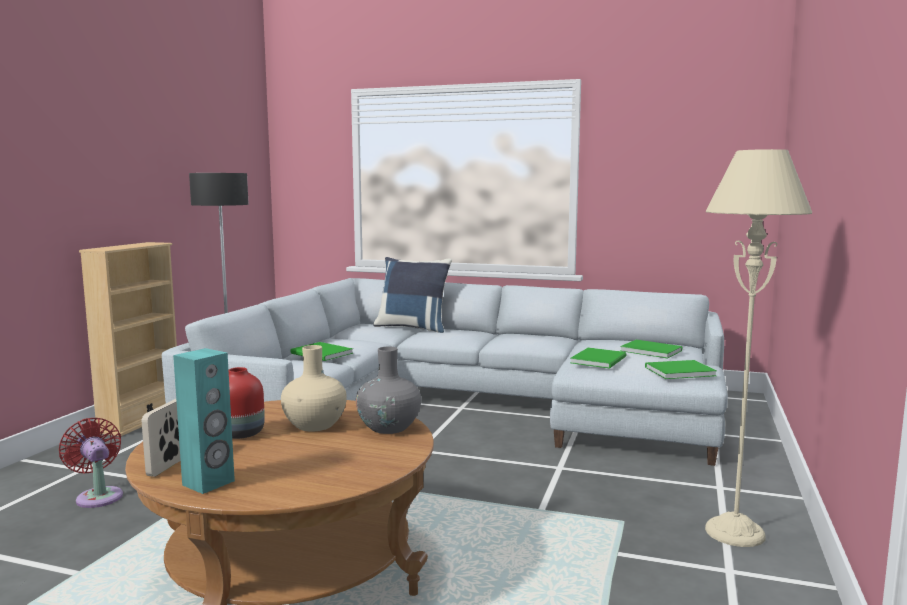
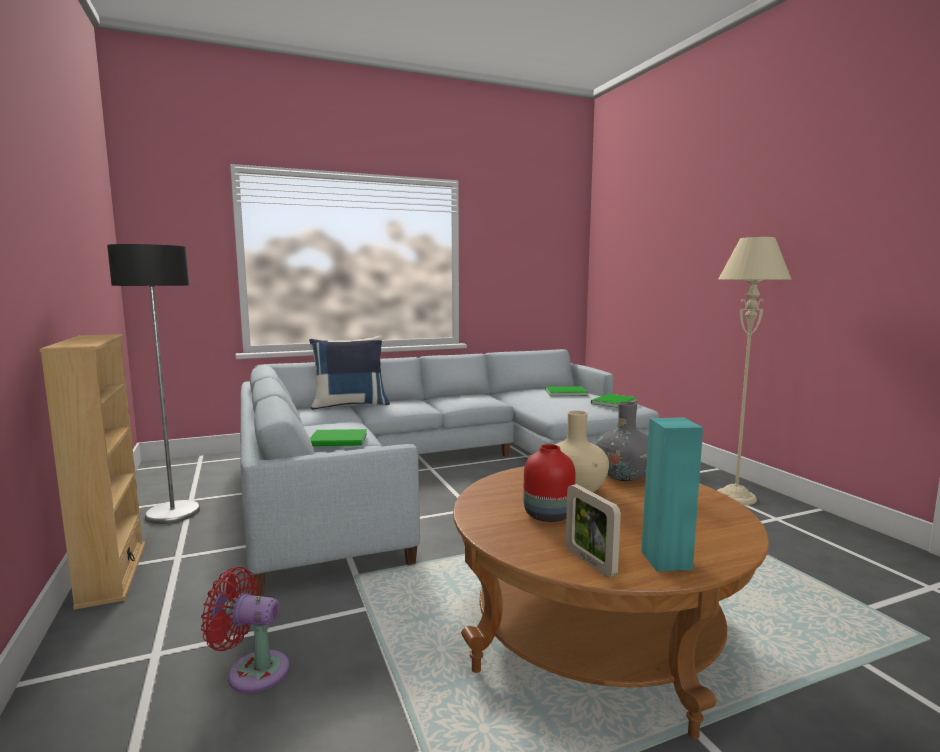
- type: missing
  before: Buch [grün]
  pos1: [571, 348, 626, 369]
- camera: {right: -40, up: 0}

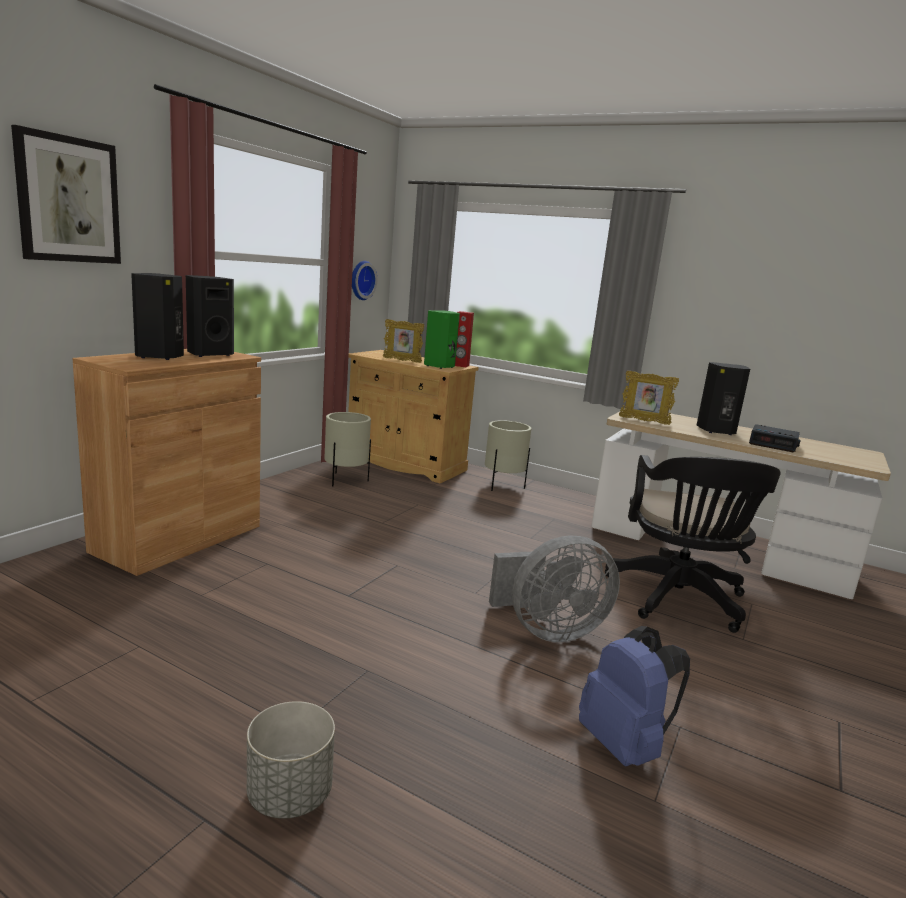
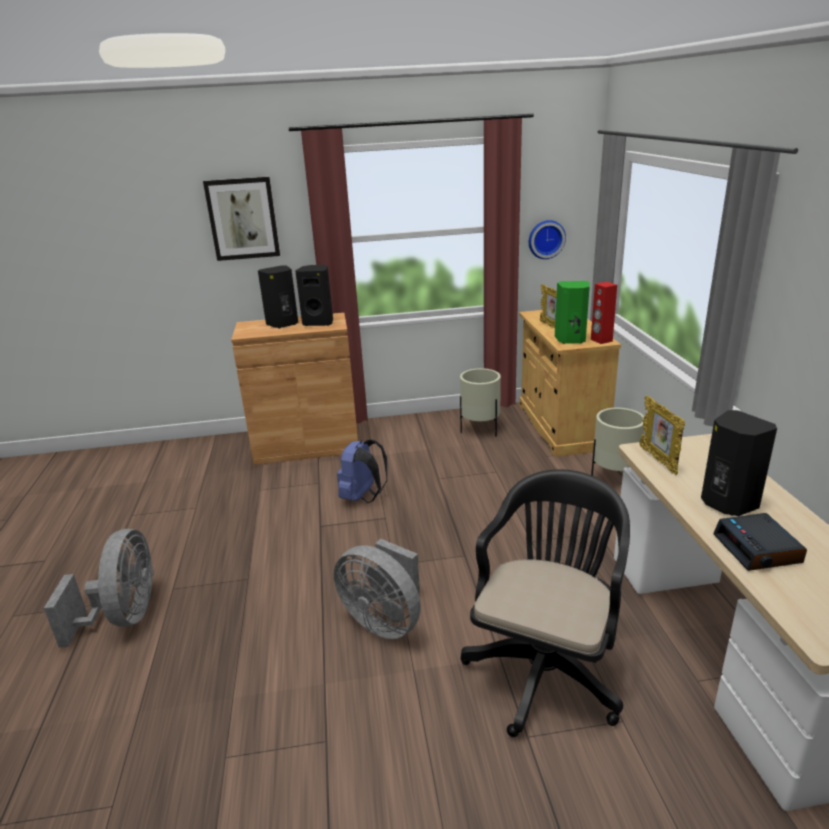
- type: relocated
  before: Rucksack [blau]
  pos1: [579, 626, 690, 766]
  pos2: [337, 440, 387, 503]
- type: exchanged
  before: Pflanzkübel [grau]
  after: Ventilator [grau]
  pos1: [247, 701, 335, 819]
  pos2: [44, 529, 154, 647]
- type: spun
  before: Bürostuhl [schwarz]
  pos1: [605, 455, 781, 633]
  pos2: [461, 469, 630, 737]
  turn: 150
- camera: {right: 55, up: 10}

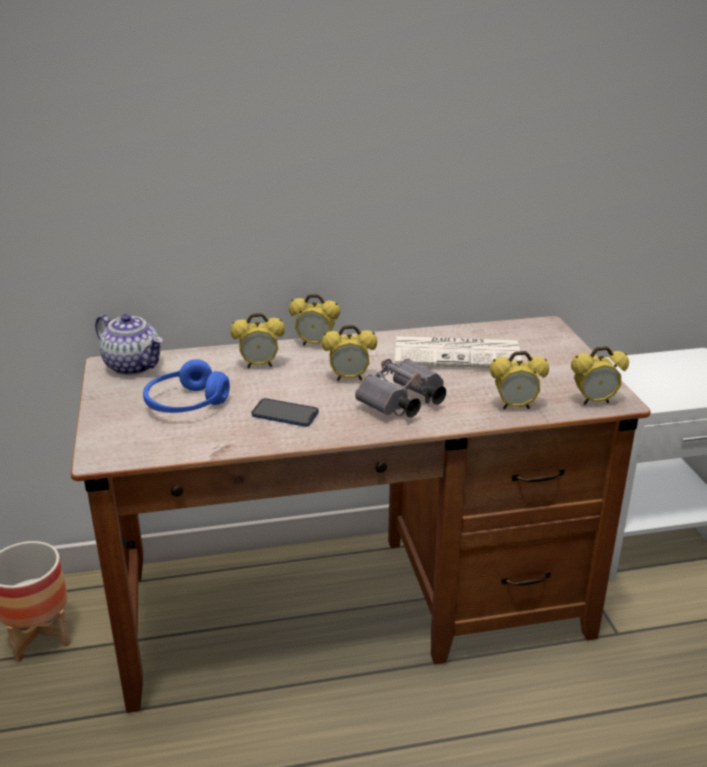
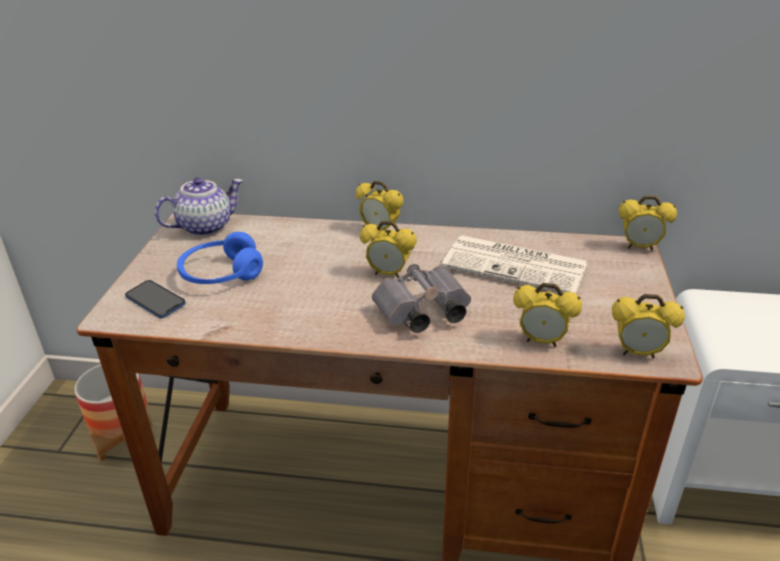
- type: relocated
  before: Wecker
  pos1: [230, 313, 285, 368]
  pos2: [619, 196, 677, 251]
- type: relocated
  before: Handy
  pos1: [251, 398, 319, 427]
  pos2: [125, 280, 186, 318]
- type: spun
  before: Teekanne
  pos1: [95, 314, 163, 375]
  pos2: [155, 177, 243, 236]
  turn: -90
- camera: {right: 20, up: 5}

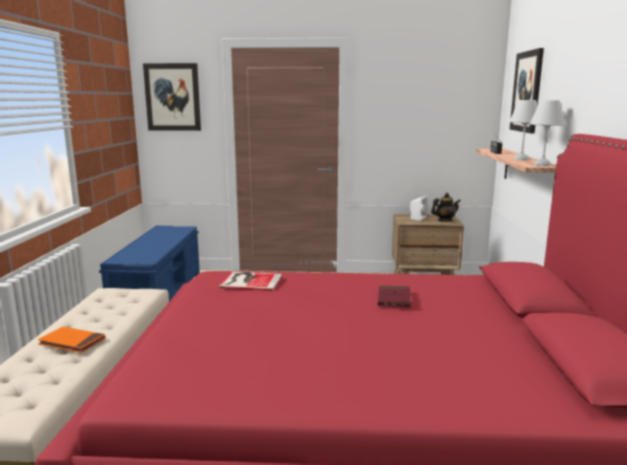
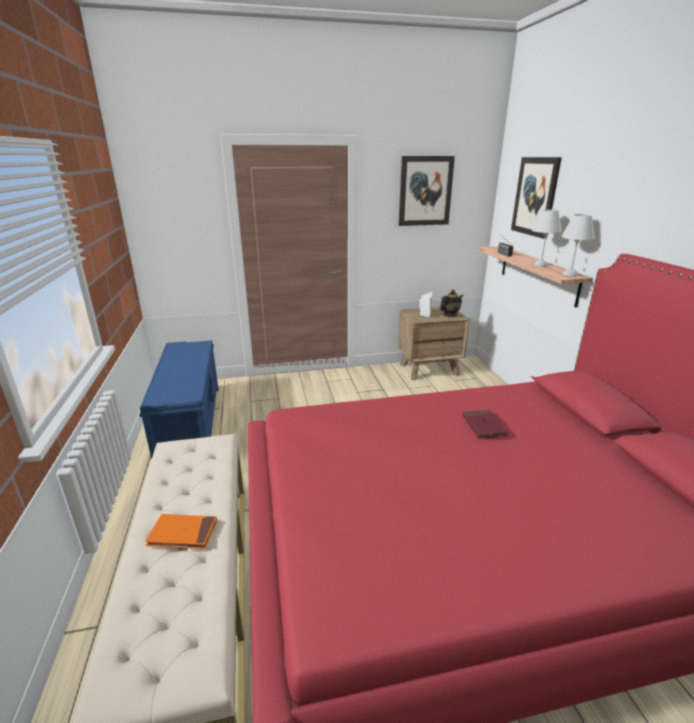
- type: missing
  before: Buch
  pos1: [219, 272, 282, 291]
- type: relocated
  before: Bild
  pos1: [143, 63, 201, 131]
  pos2: [399, 156, 455, 226]
- camera: {right: -15, up: 10}

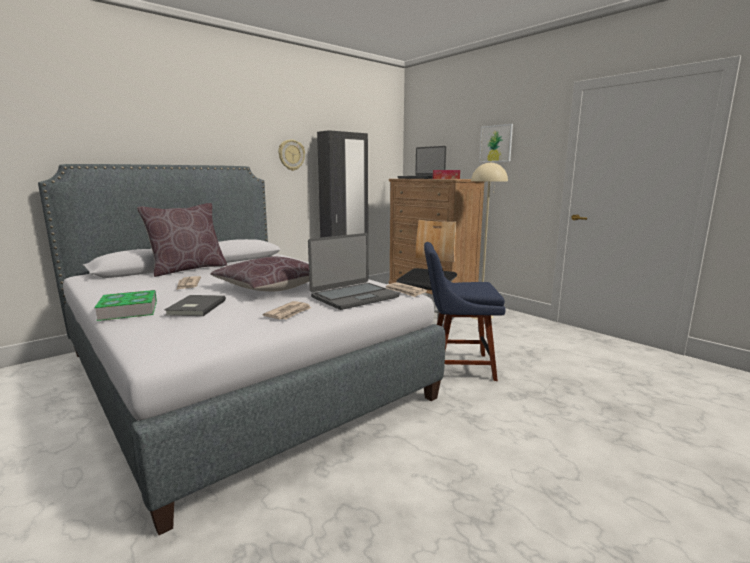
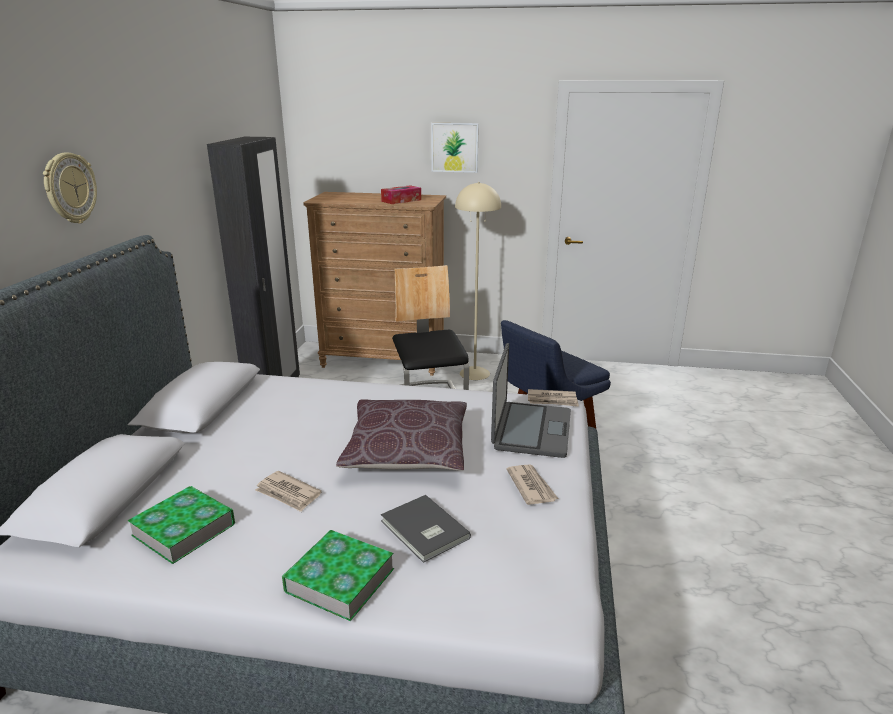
- type: missing
  before: Kissen [braun]
  pos1: [137, 203, 227, 277]
- type: missing
  before: Laptop
  pos1: [398, 146, 446, 179]
- type: appeared
  after: Buch
  pos2: [128, 486, 235, 564]
- type: relocated
  before: Wanduhr
  pos1: [278, 140, 305, 171]
  pos2: [43, 153, 97, 223]
- camera: {right: -40, up: 10}

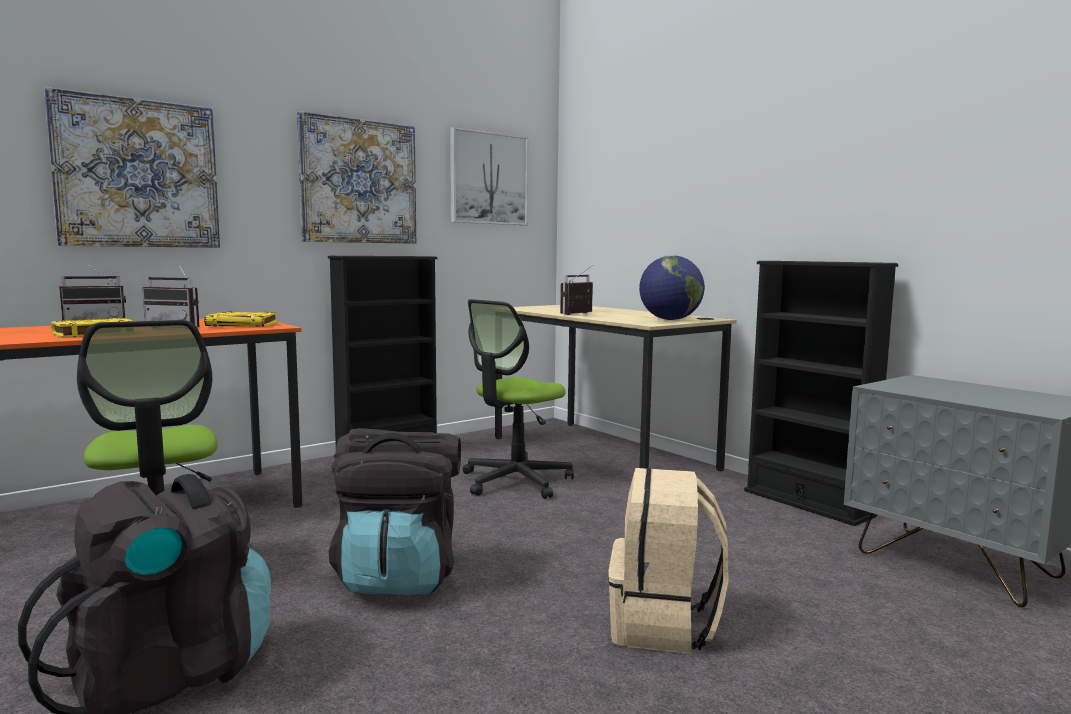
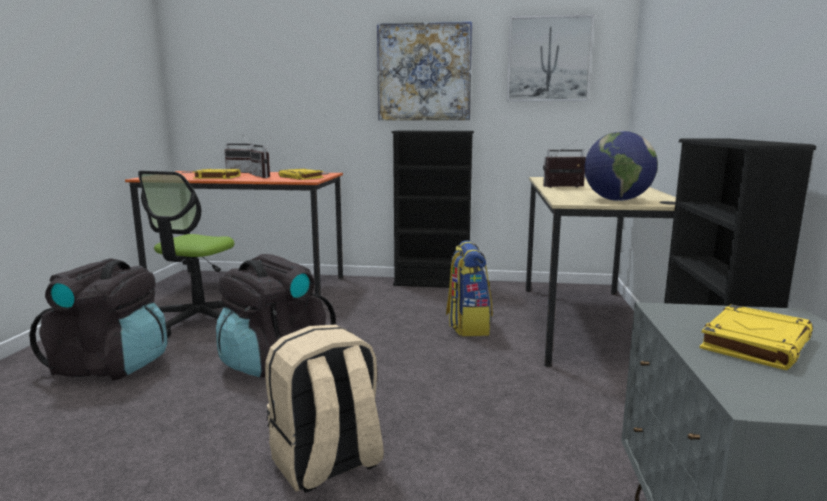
- type: missing
  before: Bild
  pos1: [44, 87, 220, 248]
- type: appeared
  after: Buch [gelb]
  pos2: [699, 304, 813, 370]
- type: exchanged
  before: Bürostuhl
  after: Rucksack
  pos1: [462, 299, 574, 499]
  pos2: [446, 240, 492, 336]
- camera: {right: 45, up: 5}

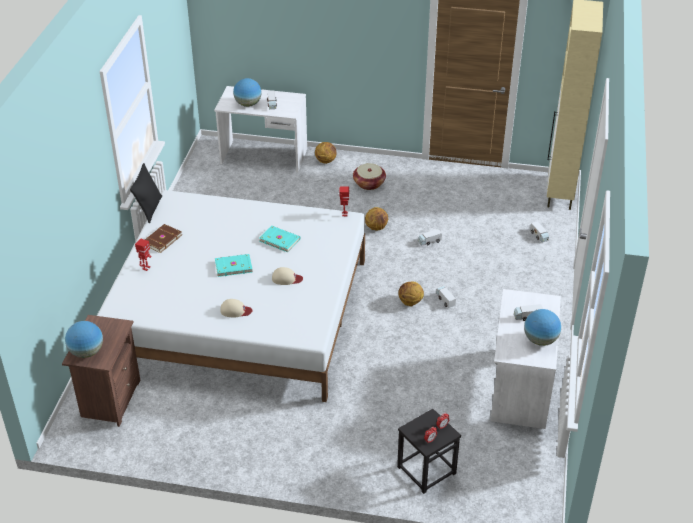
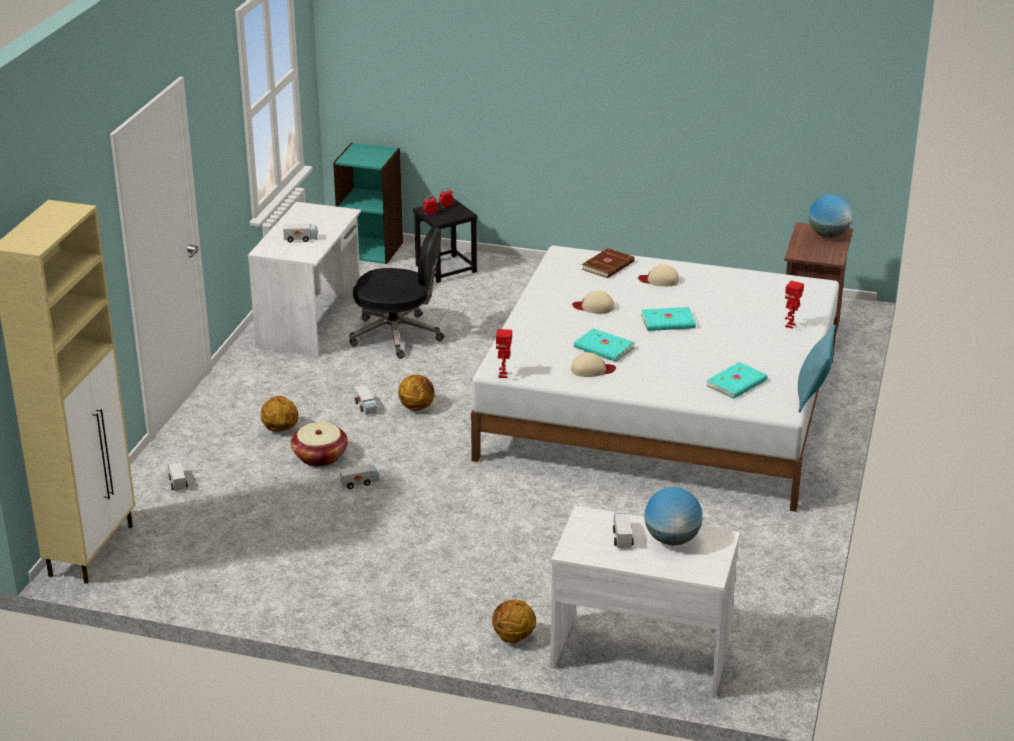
- type: missing
  before: Globus
  pos1: [524, 309, 561, 346]
- type: appeared
  after: Bücherregal [türkis]
  pos2: [333, 143, 403, 264]
- type: appeared
  after: Bürostuhl [schwarz]
  pos2: [349, 226, 444, 359]
- type: appeared
  after: Kappe [beige]
  pos2: [571, 353, 616, 377]
- type: appeared
  after: Buch [türkis]
  pos2: [706, 362, 768, 399]
- type: relocated
  before: Buch [braun]
  pos1: [145, 224, 182, 253]
  pos2: [582, 248, 635, 278]
- type: relocated
  before: Korb
  pos1: [353, 163, 386, 190]
  pos2: [291, 422, 348, 467]
- type: relocated
  before: Basketball
  pos1: [365, 207, 388, 230]
  pos2: [261, 396, 298, 431]
- type: colour
  before: Kissen [schwarz]
  after: Kissen [türkis]
  pos1: [130, 163, 162, 223]
  pos2: [798, 324, 835, 412]
- camera: {right: -175, up: -10}

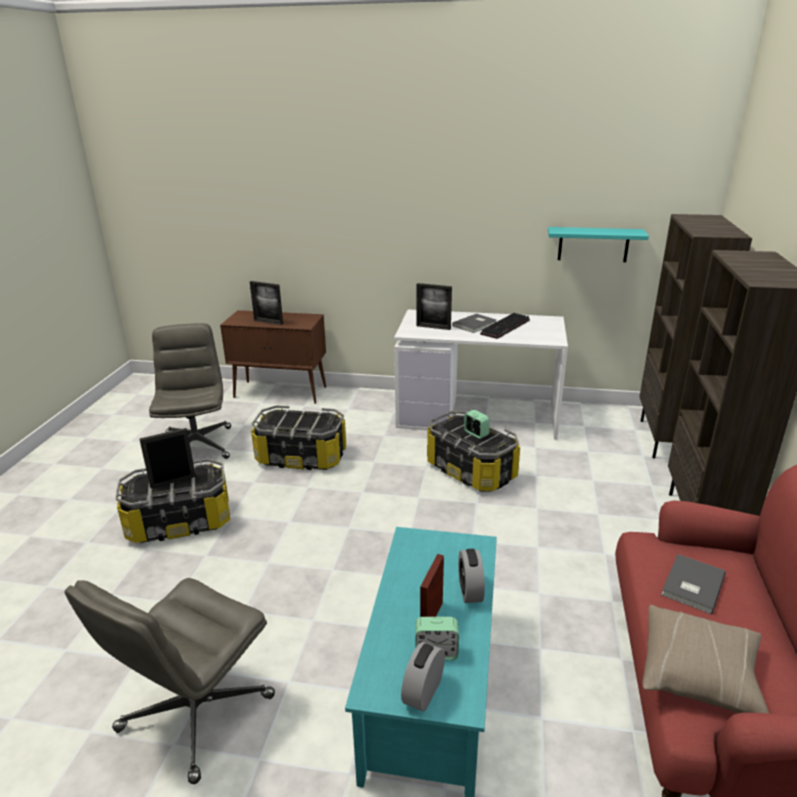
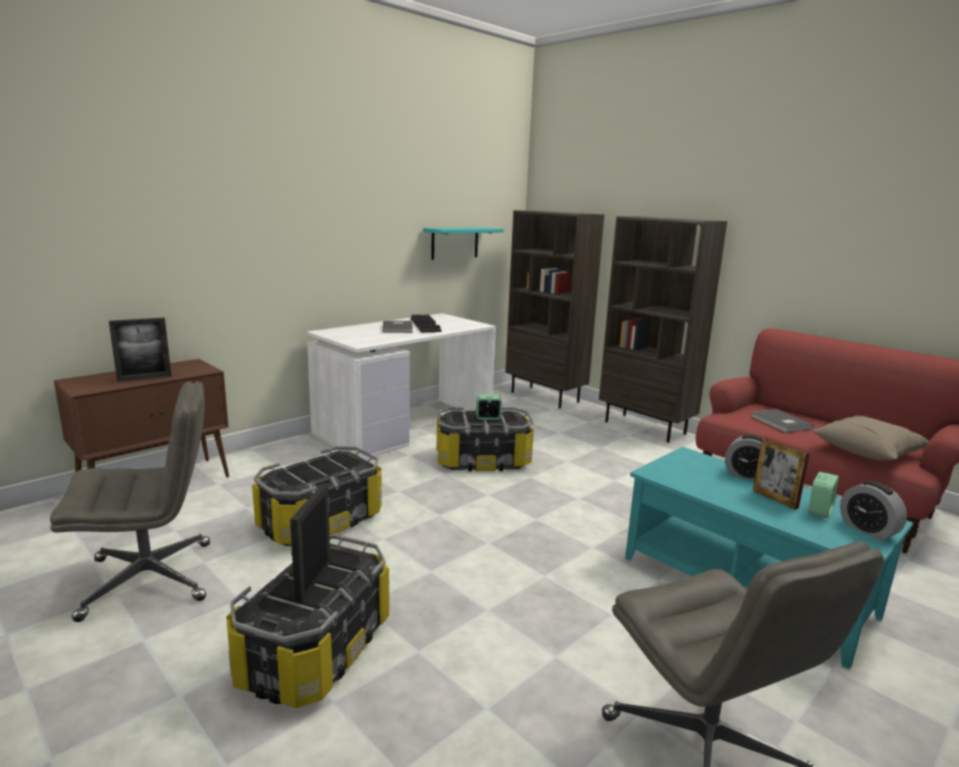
- type: missing
  before: Bilderrahmen
  pos1: [416, 283, 452, 330]
- type: spun
  before: Bürostuhl [grau]
  pos1: [149, 323, 231, 459]
  pos2: [50, 381, 210, 622]
  turn: 135
- camera: {right: -55, up: -10}

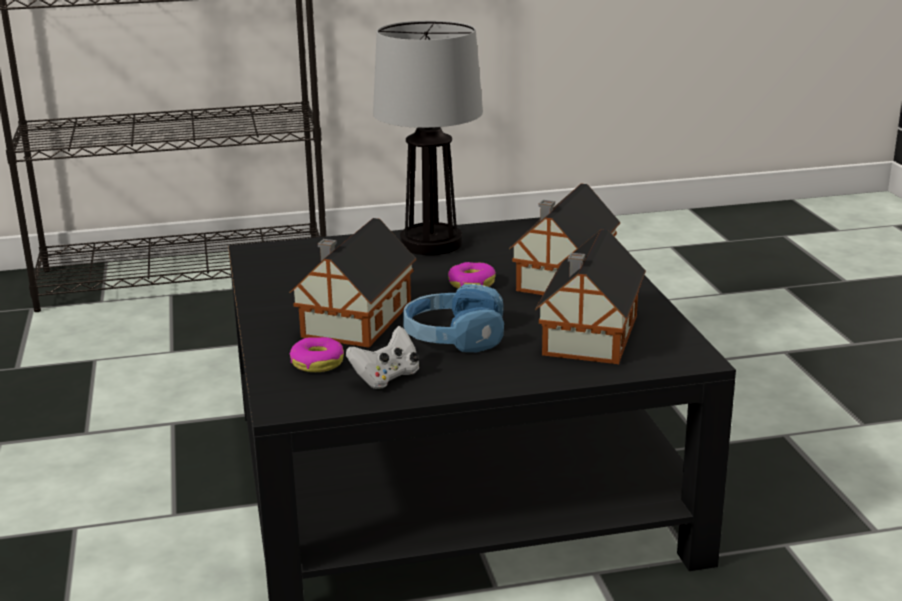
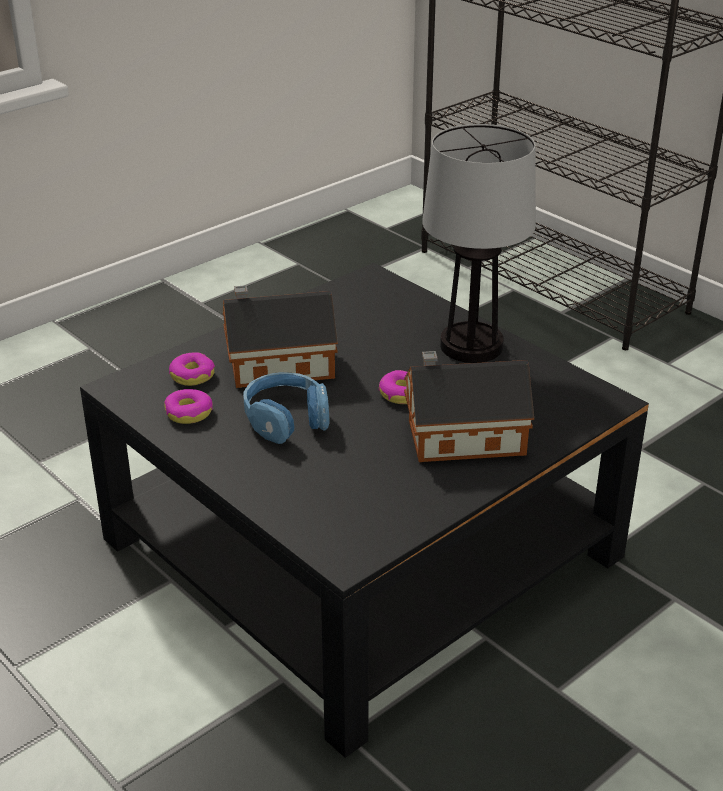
- type: missing
  before: Spielzeughaus
  pos1: [535, 230, 646, 364]
- type: exchanged
  before: Gamepad [weiß]
  after: Donut
  pos1: [346, 326, 419, 389]
  pos2: [164, 389, 213, 424]
- camera: {right: 60, up: 10}

